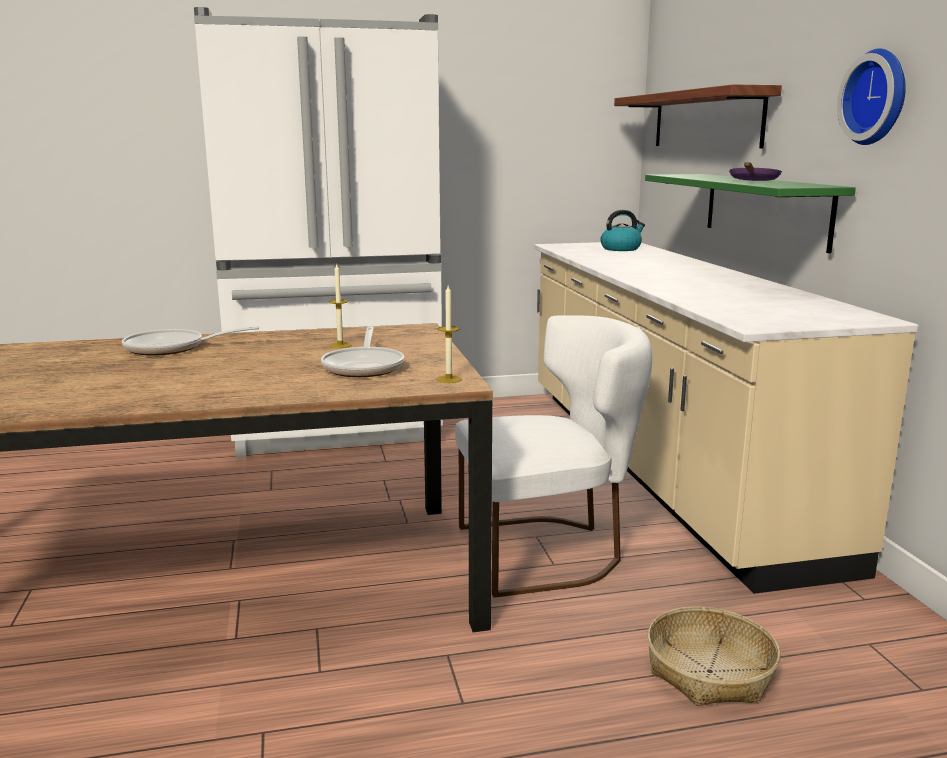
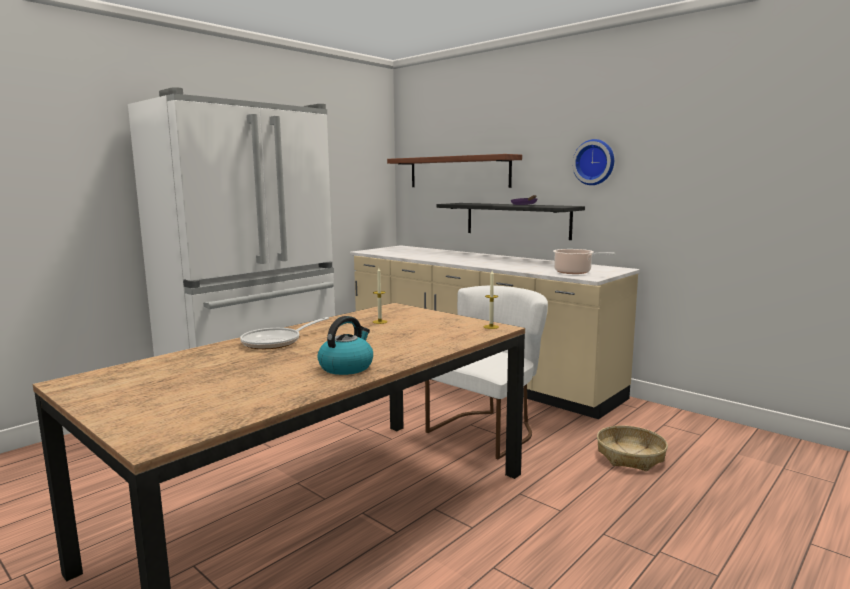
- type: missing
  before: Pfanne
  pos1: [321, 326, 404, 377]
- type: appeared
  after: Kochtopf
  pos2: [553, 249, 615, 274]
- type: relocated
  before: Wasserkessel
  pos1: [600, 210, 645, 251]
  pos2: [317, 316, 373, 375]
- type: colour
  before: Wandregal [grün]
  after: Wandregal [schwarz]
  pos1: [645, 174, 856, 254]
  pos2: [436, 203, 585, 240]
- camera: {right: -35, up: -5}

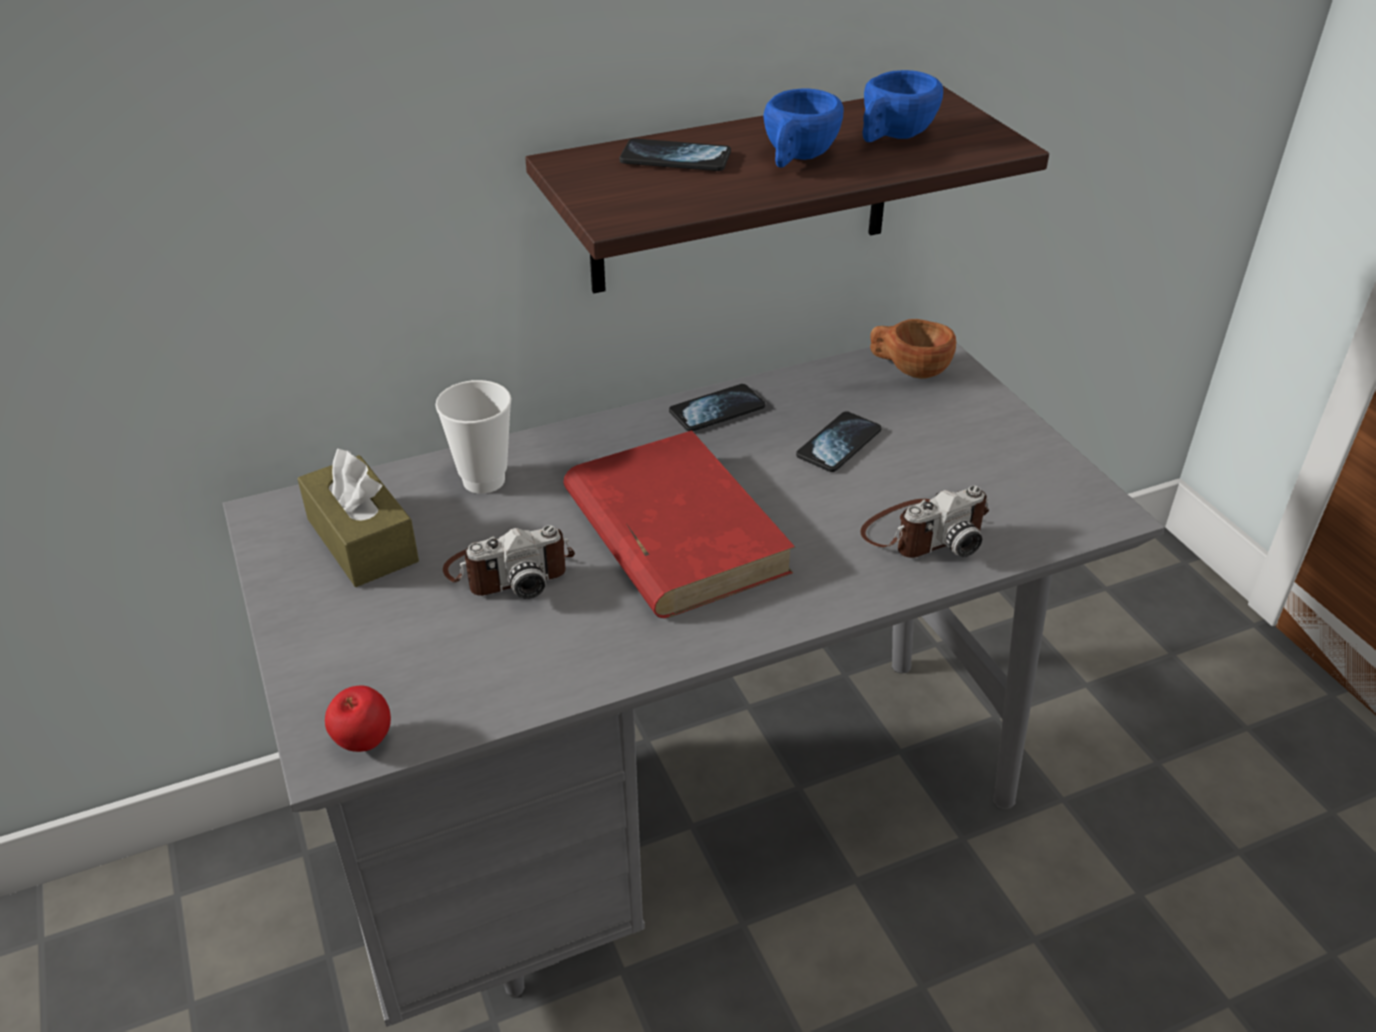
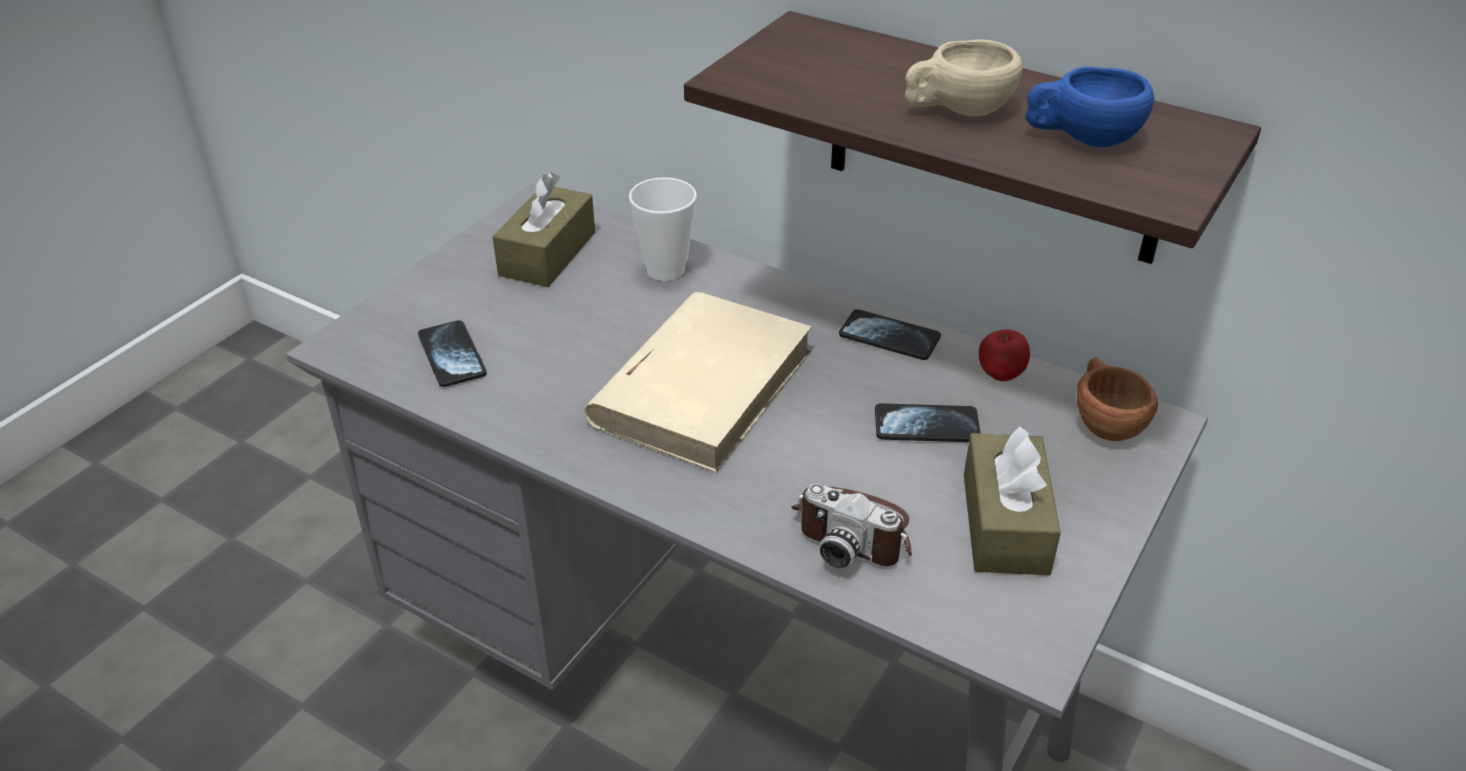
- type: missing
  before: Kamera
  pos1: [443, 525, 575, 599]
- type: appeared
  after: Taschentuchbox [braun]
  pos2: [964, 426, 1061, 575]
- type: relocated
  before: Apfel
  pos1: [325, 686, 391, 752]
  pos2: [979, 329, 1030, 381]
- type: relocated
  before: Handy
  pos1: [620, 138, 731, 171]
  pos2: [418, 320, 487, 387]
- type: colour
  before: Buch [rot]
  after: Buch [beige]
  pos1: [563, 430, 795, 618]
  pos2: [584, 292, 812, 473]
- type: colour
  before: Tasse [blau]
  after: Tasse [beige]
  pos1: [764, 88, 843, 168]
  pos2: [905, 40, 1023, 117]
- camera: {right: 55, up: 0}

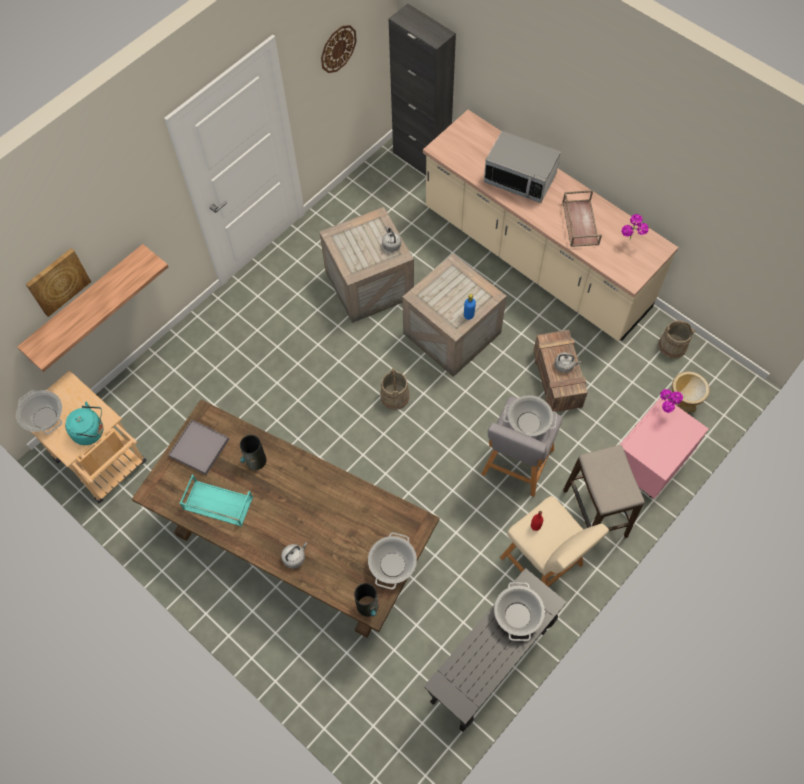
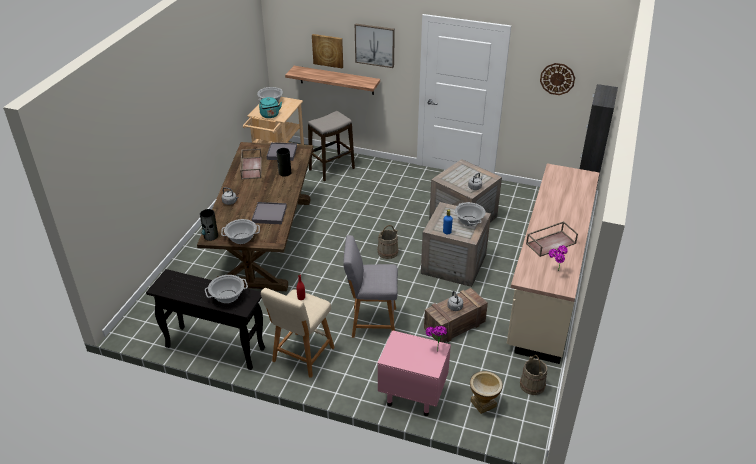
- type: missing
  before: Mikrowelle
  pos1: [484, 131, 561, 203]
- type: appeared
  after: Tablett [grau]
  pos2: [252, 202, 287, 224]
- type: appeared
  after: Bild
  pos2: [355, 24, 395, 68]
- type: relocated
  before: Kochtopf
  pos1: [503, 395, 557, 436]
  pos2: [455, 202, 486, 226]
- type: relocated
  before: Hocker
  pos1: [563, 445, 645, 538]
  pos2: [308, 111, 355, 181]
- type: colour
  before: Tablett [türkis]
  after: Tablett [braun]
  pos1: [180, 475, 253, 527]
  pos2: [240, 149, 262, 180]
- camera: {right: 65, up: -25}

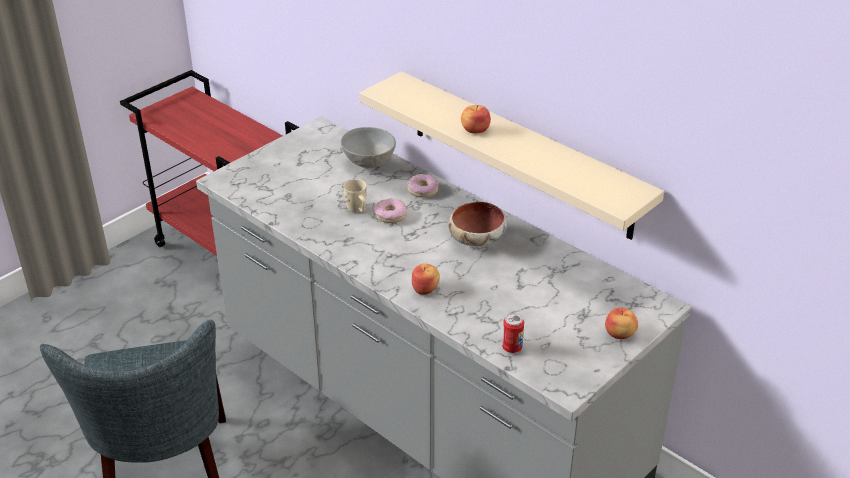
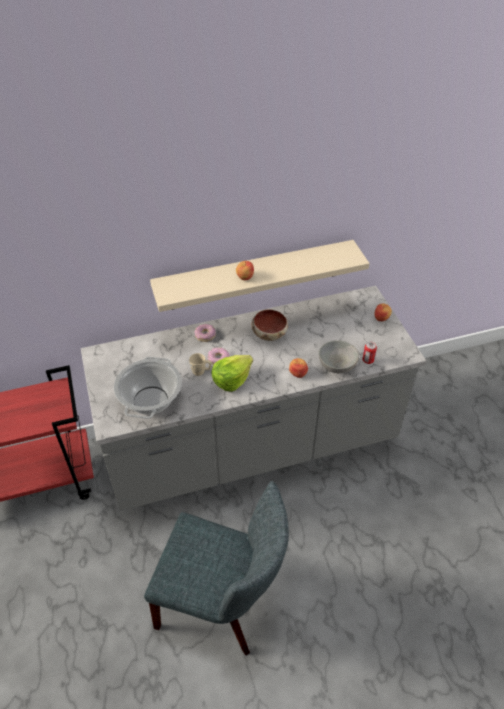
- type: appeared
  after: Kochtopf
  pos2: [114, 357, 182, 419]
- type: appeared
  after: Salatkopf
  pos2: [211, 355, 253, 392]
- type: relocated
  before: Schüssel [grau]
  pos1: [341, 127, 396, 168]
  pos2: [319, 340, 359, 373]
- camera: {right: -60, up: 10}

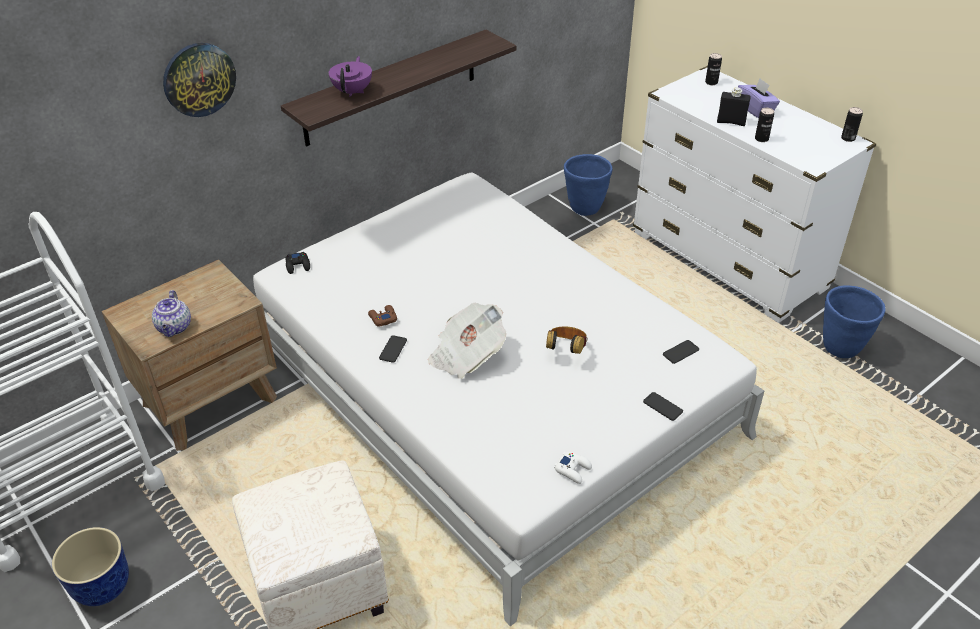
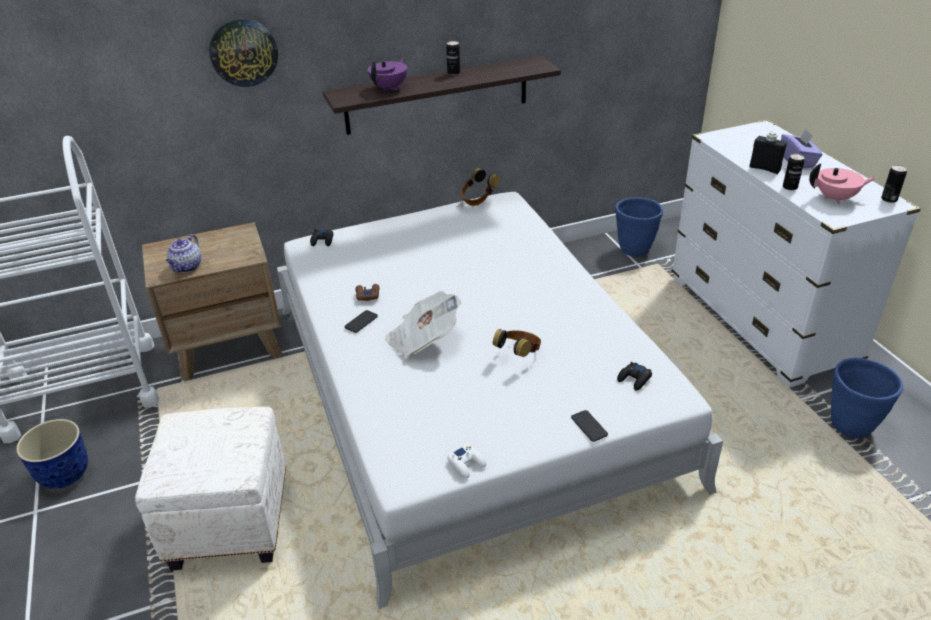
- type: appeared
  after: Kopfhörer
  pos2: [461, 168, 500, 206]
- type: appeared
  after: Teekanne [rosa]
  pos2: [809, 163, 876, 204]
- type: relocated
  before: Dose
  pos1: [705, 53, 722, 85]
  pos2: [446, 41, 460, 75]
- type: exchanged
  before: Handy
  after: Gamepad [schwarz]
  pos1: [663, 340, 699, 364]
  pos2: [617, 362, 652, 390]
- camera: {right: 20, up: -5}

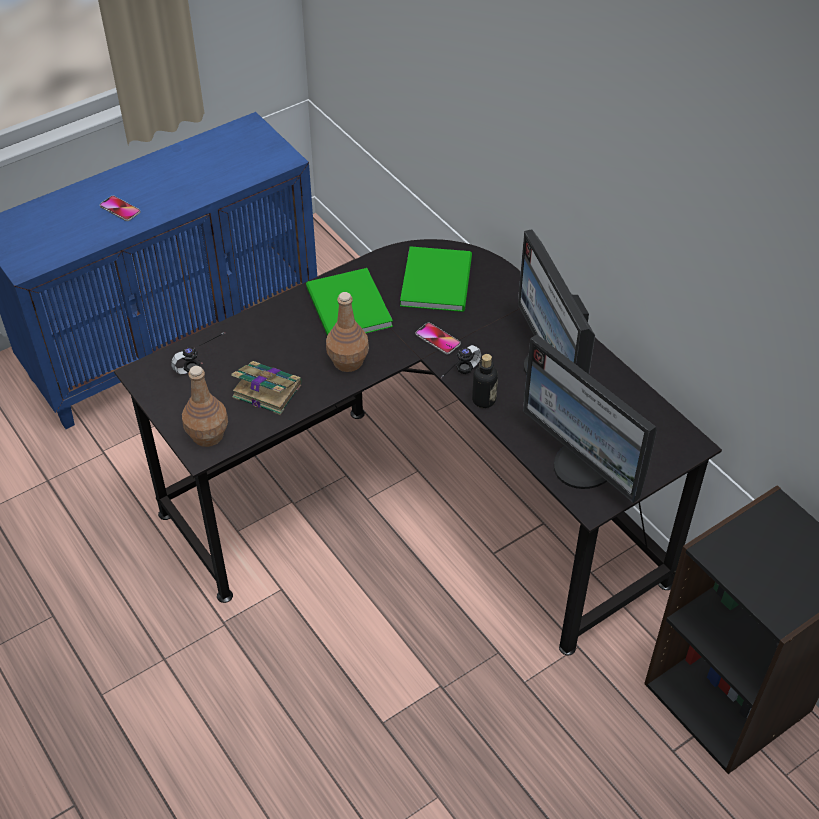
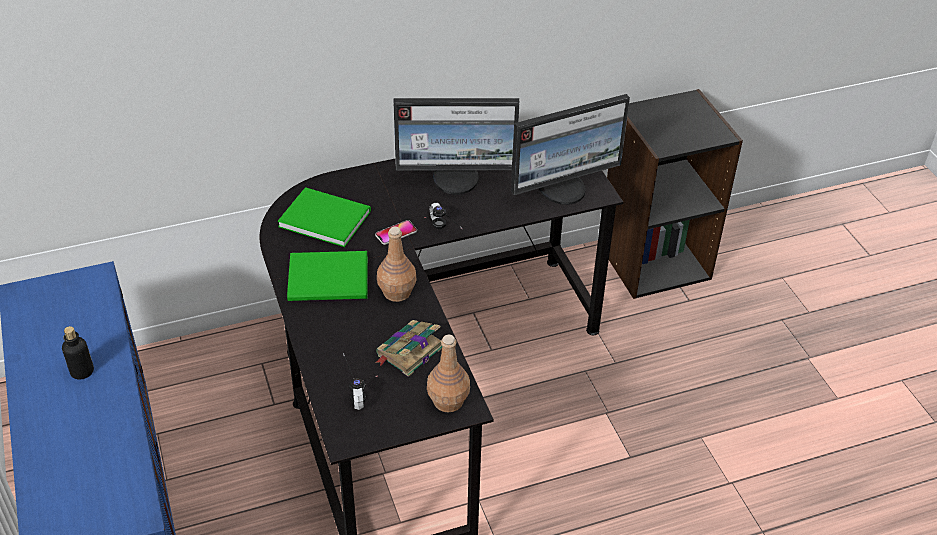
- type: missing
  before: Handy
  pos1: [100, 196, 140, 221]
- type: relocated
  before: Flasche
  pos1: [472, 354, 498, 408]
  pos2: [62, 326, 94, 380]
- camera: {right: -75, up: -5}

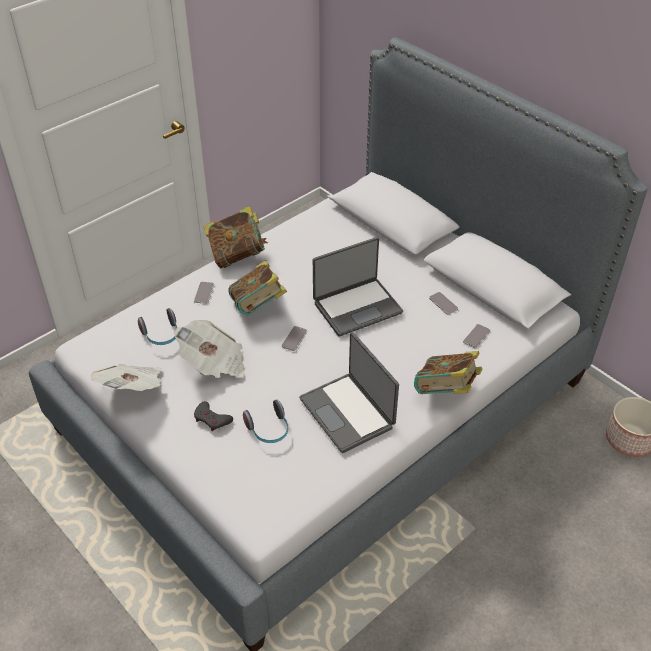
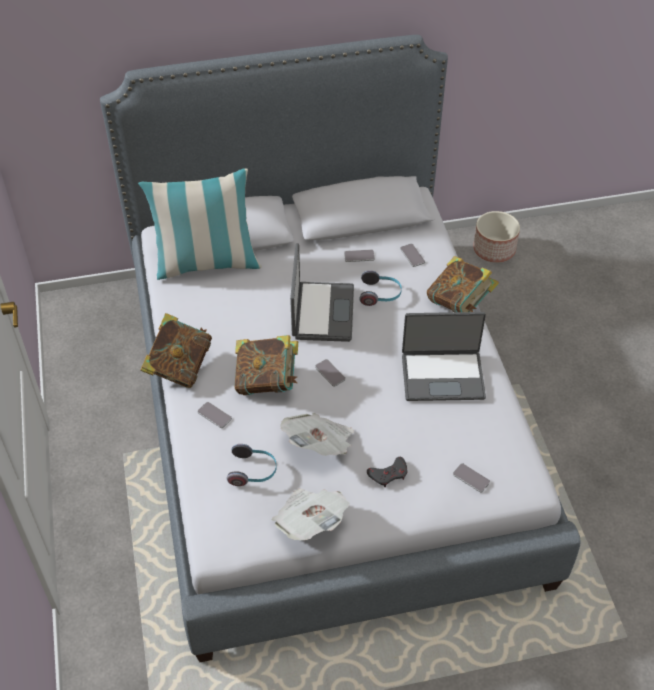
- type: appeared
  after: Kissen
  pos2: [138, 168, 262, 280]
- type: appeared
  after: Handy
  pos2: [453, 463, 490, 492]
- type: relocated
  before: Kopfhörer
  pos1: [243, 399, 288, 443]
  pos2: [359, 270, 402, 306]
- camera: {right: -60, up: 5}

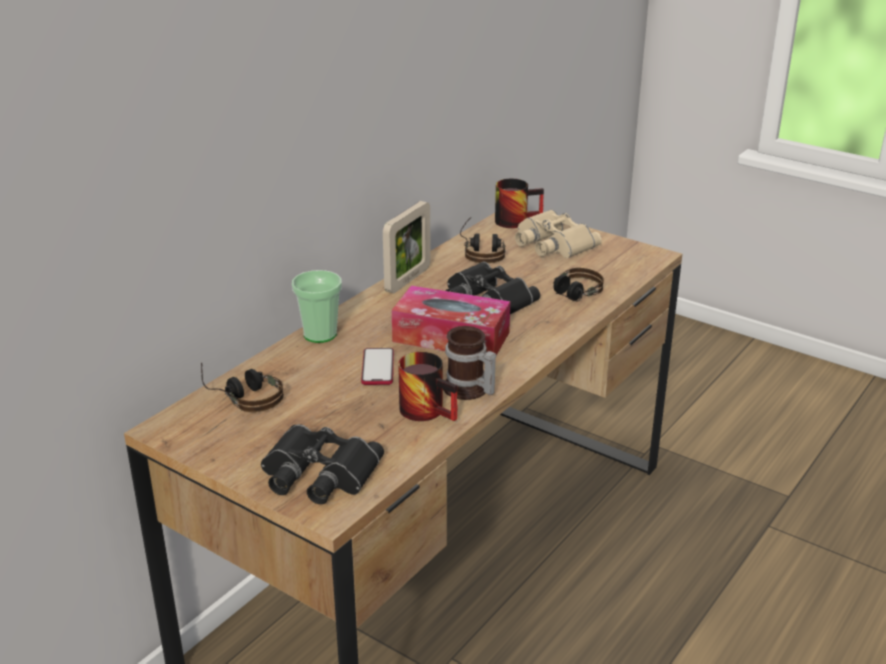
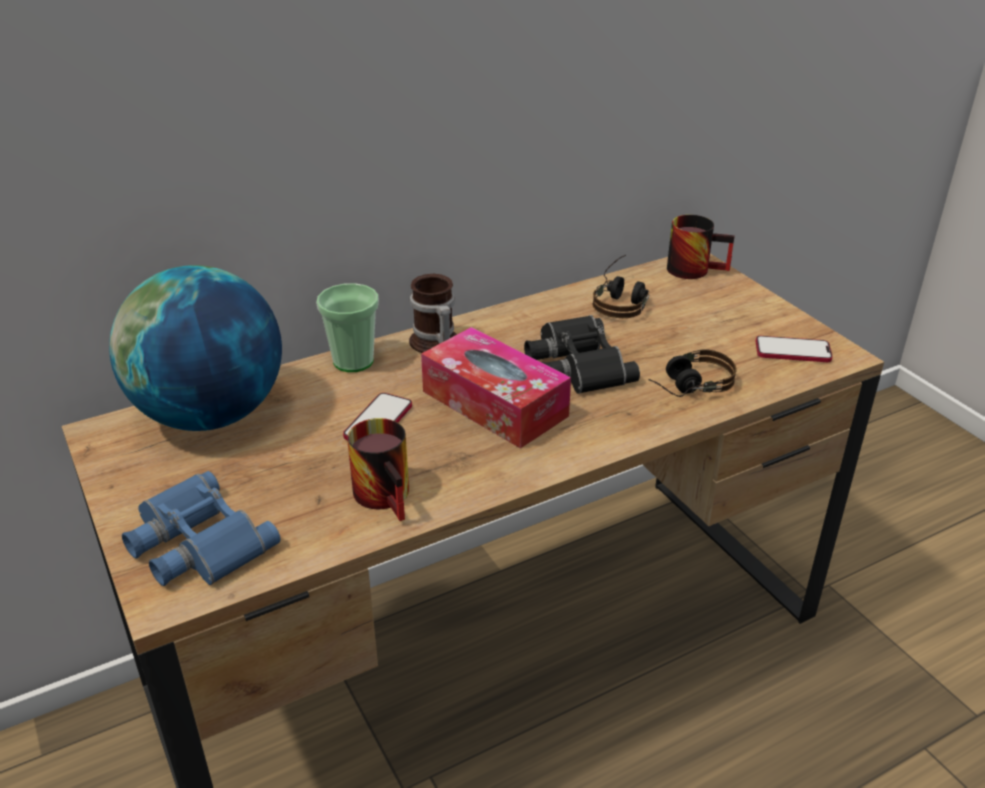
- type: missing
  before: Bilderrahmen
  pos1: [383, 201, 431, 293]
- type: missing
  before: Fernglas [beige]
  pos1: [515, 209, 602, 258]
- type: appeared
  after: Handy
  pos2: [756, 336, 833, 362]
- type: relocated
  before: Henkelbecher
  pos1: [443, 326, 496, 400]
  pos2: [409, 274, 457, 353]
- type: exchanged
  before: Kopfhörer
  after: Globus
  pos1: [201, 362, 284, 412]
  pos2: [109, 265, 282, 431]
- type: colour
  before: Fernglas [schwarz]
  after: Fernglas [blau]
  pos1: [261, 424, 384, 504]
  pos2: [122, 471, 281, 586]
- camera: {right: 25, up: 5}

